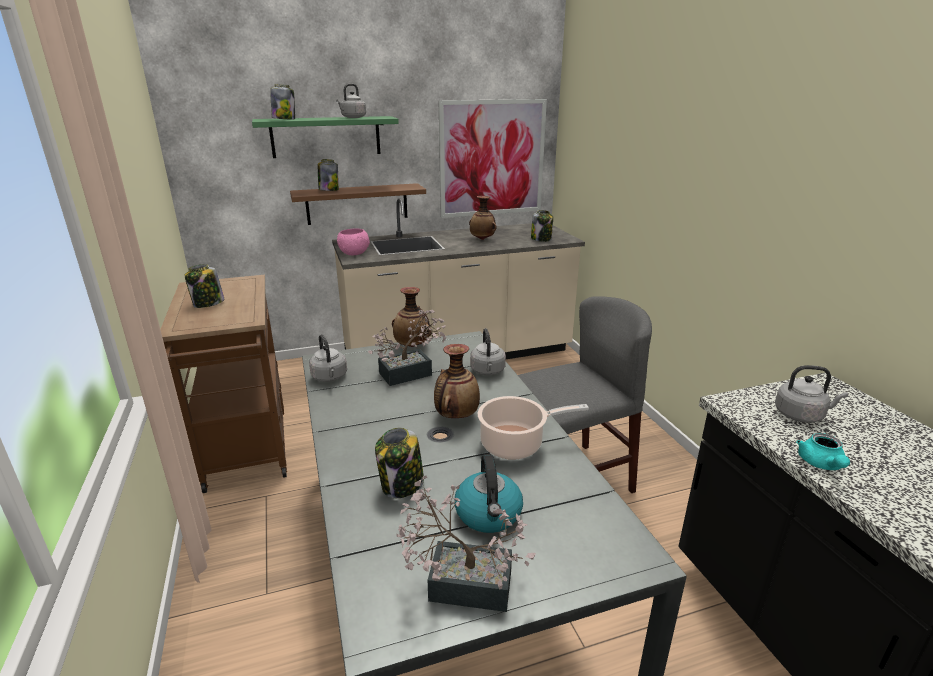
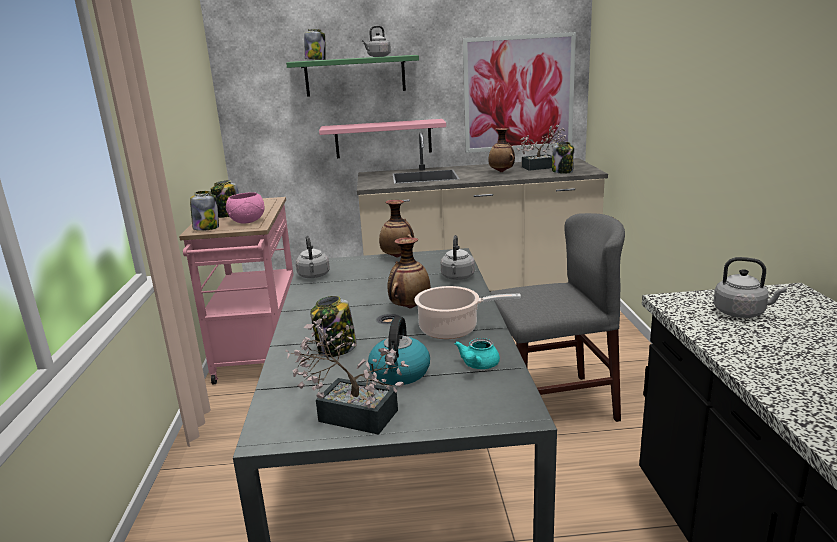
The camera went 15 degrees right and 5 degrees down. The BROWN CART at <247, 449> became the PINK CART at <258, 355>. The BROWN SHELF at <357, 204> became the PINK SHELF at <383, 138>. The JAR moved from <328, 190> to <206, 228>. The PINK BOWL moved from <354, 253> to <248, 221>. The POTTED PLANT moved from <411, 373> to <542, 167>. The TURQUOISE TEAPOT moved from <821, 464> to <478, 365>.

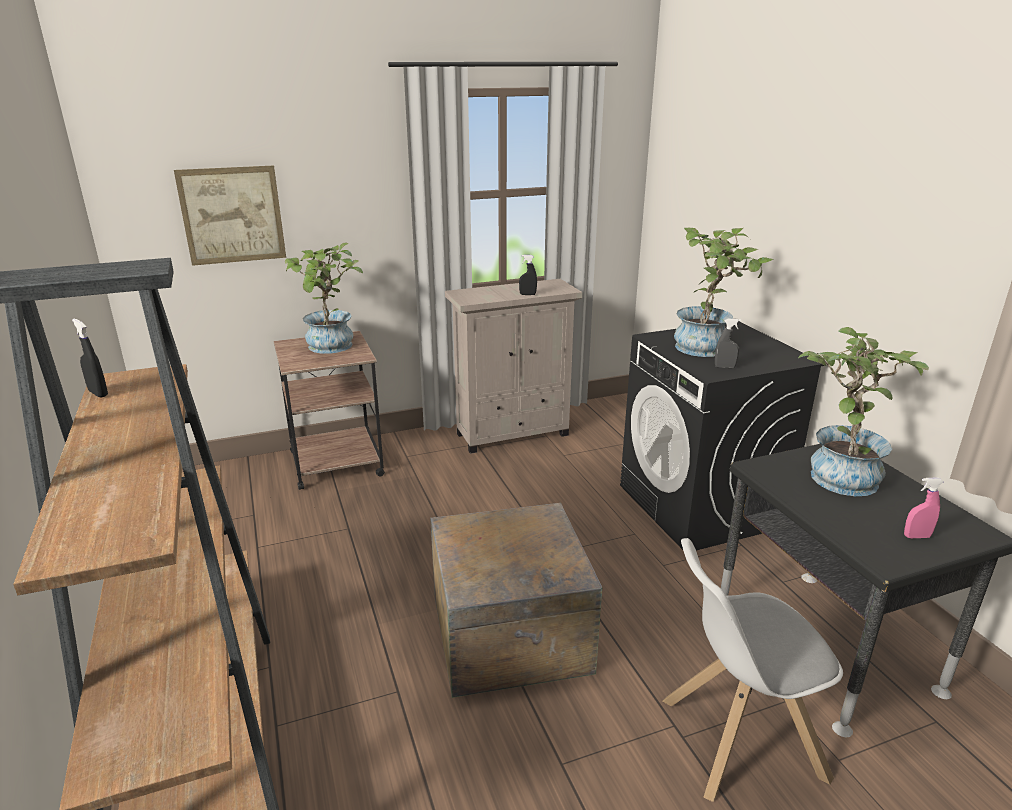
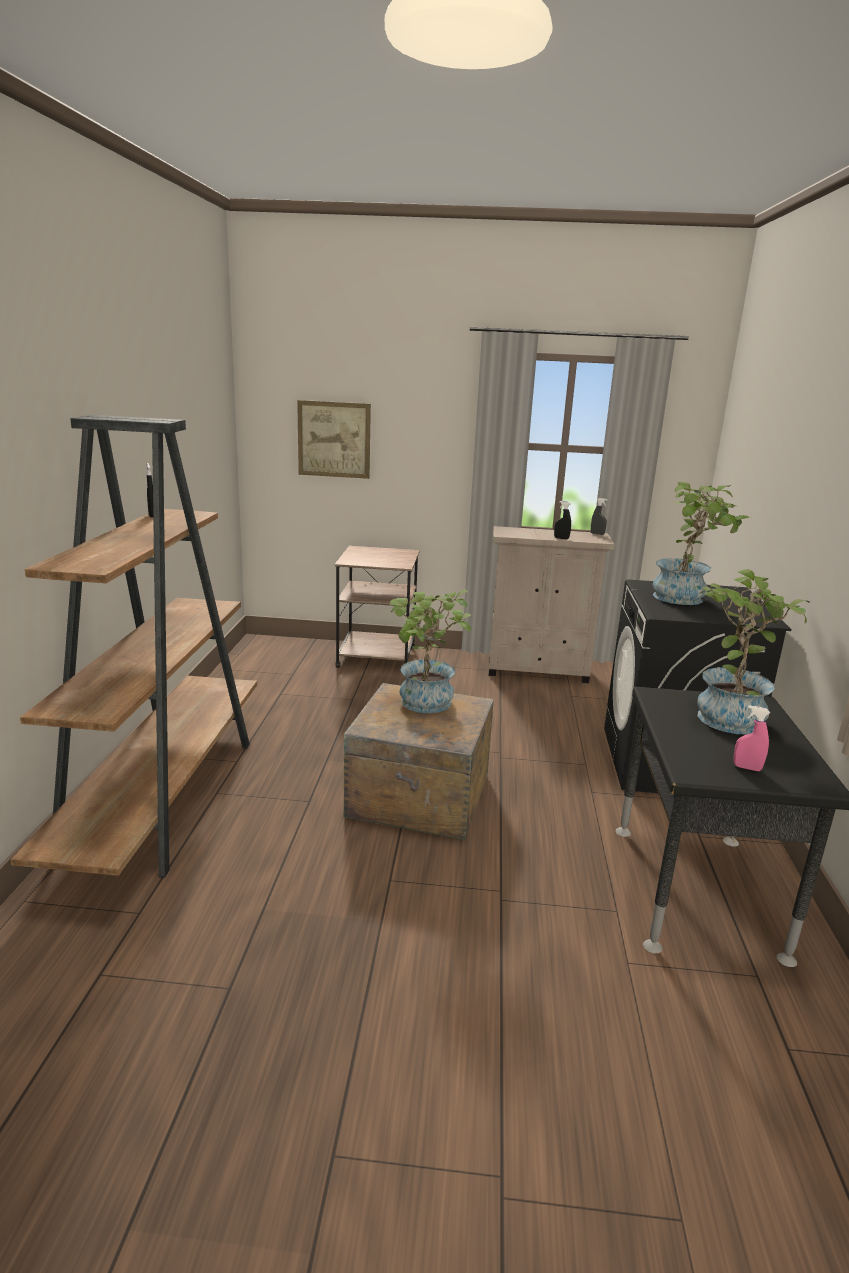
The camera went 25 degrees right and 5 degrees down. The POTTED PLANT moved from <331, 348> to <425, 705>. The CHAIR at <737, 738> disappeared. The GREY SPRAY BOTTLE moved from <725, 367> to <597, 534>.

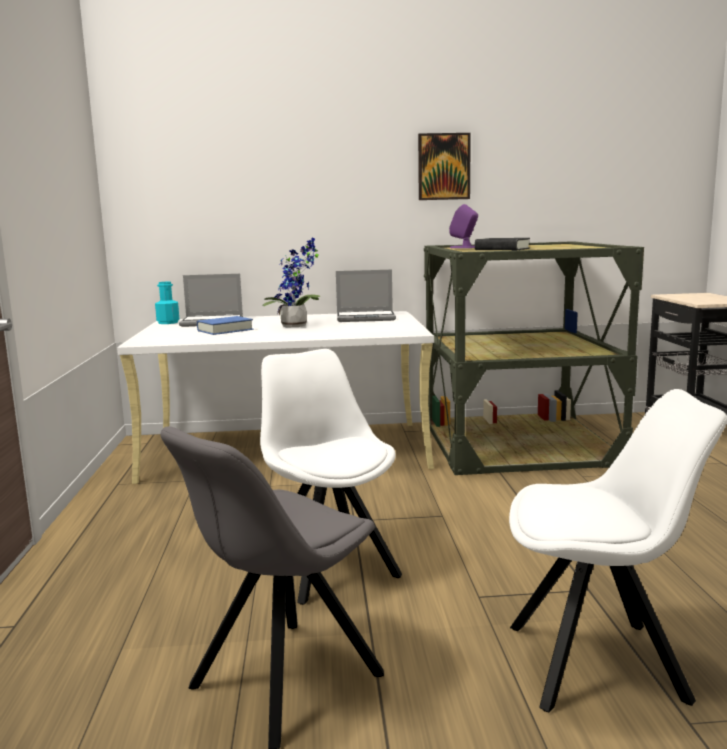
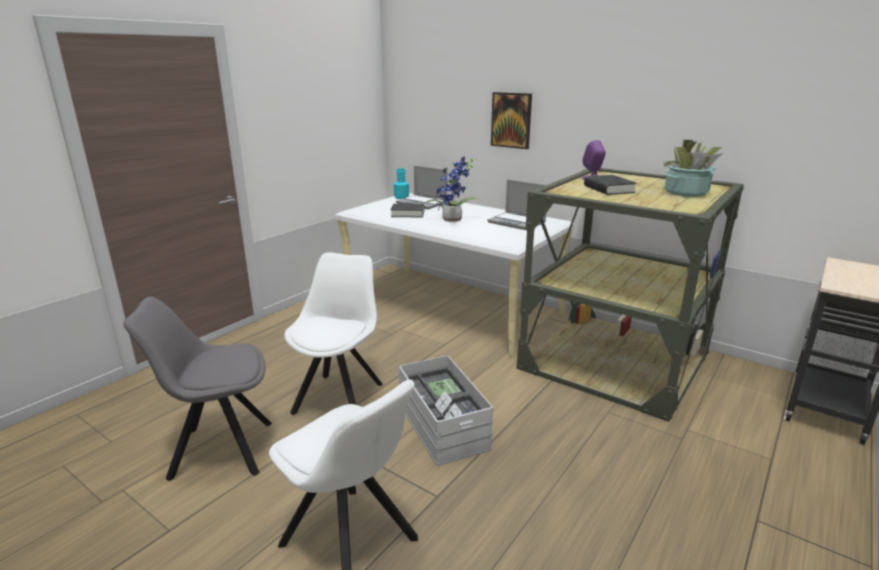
The camera went 40 degrees right and 10 degrees up. The BLUE BOOK at <225, 330> became the BLACK BOOK at <408, 214>. The PICTURE moved from <444, 166> to <511, 120>. The GREY STORAGE BOX at <444, 425> appeared. The POTTED PLANT at <686, 192> appeared.

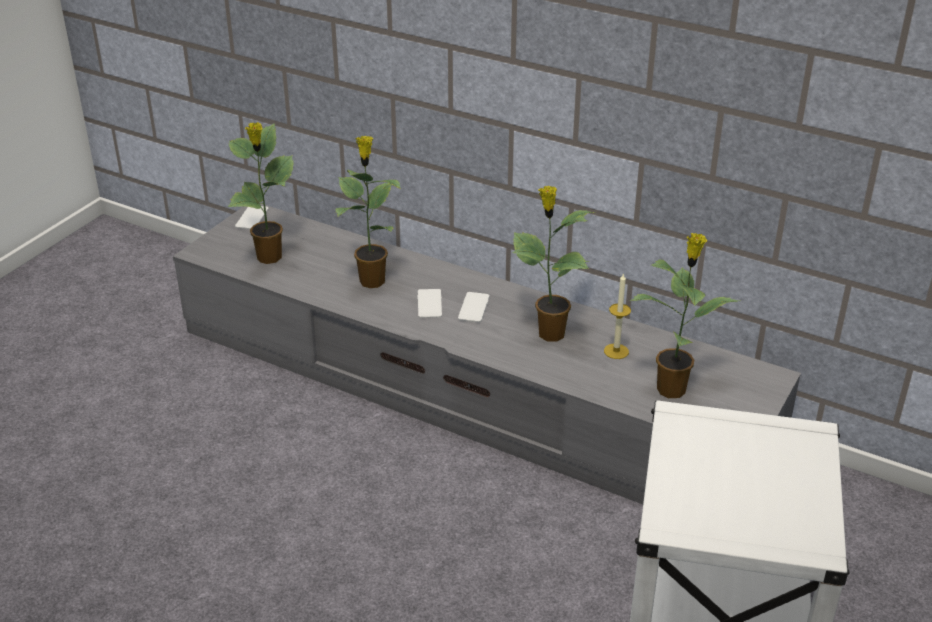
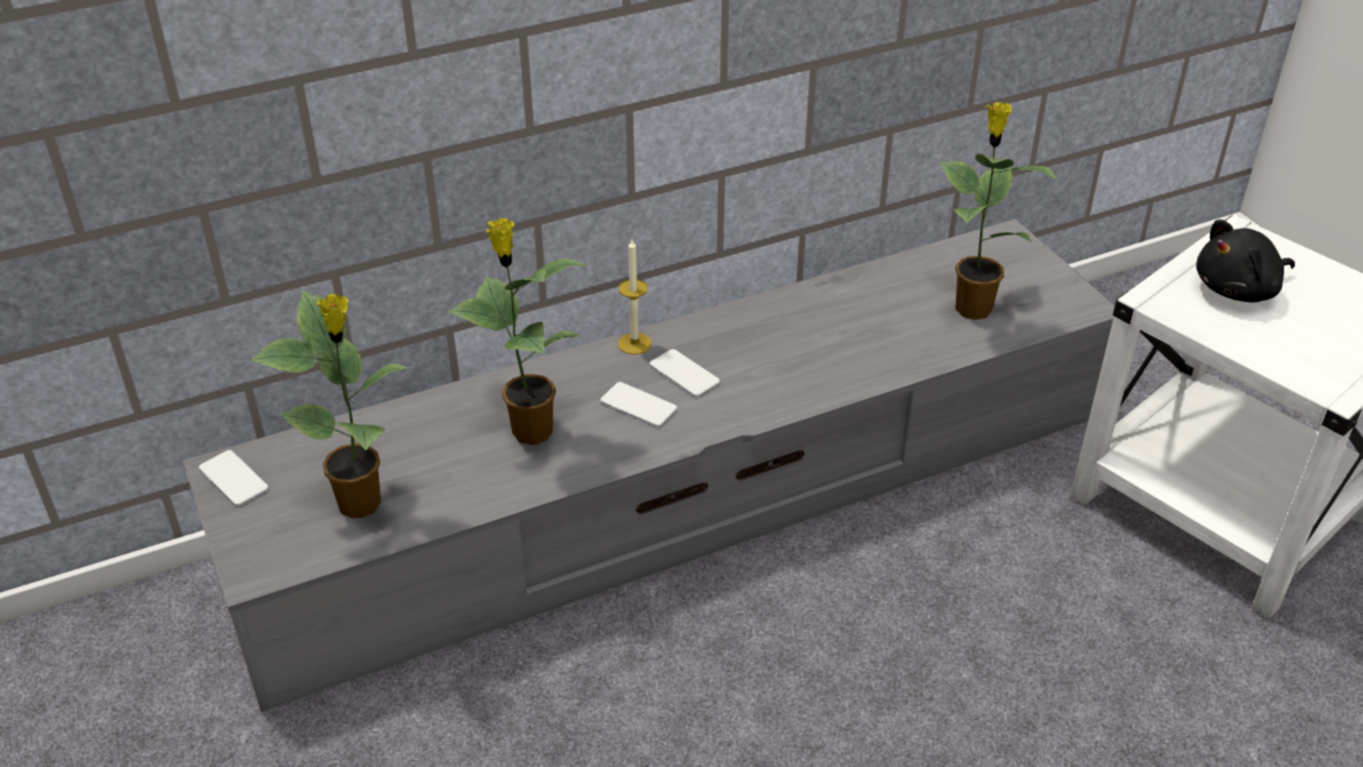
The camera went 55 degrees left and 5 degrees up. The POTTED PLANT at <549, 333> disappeared. The CANDLE moved from <616, 351> to <634, 343>. The BLACK PLUSH TOY at <1238, 290> appeared.

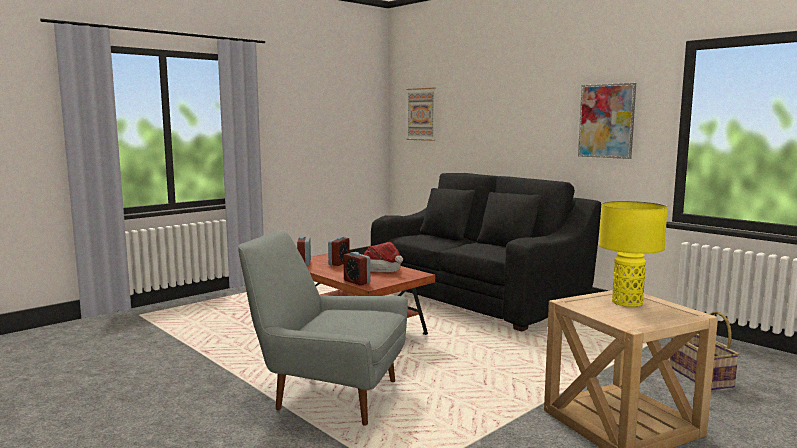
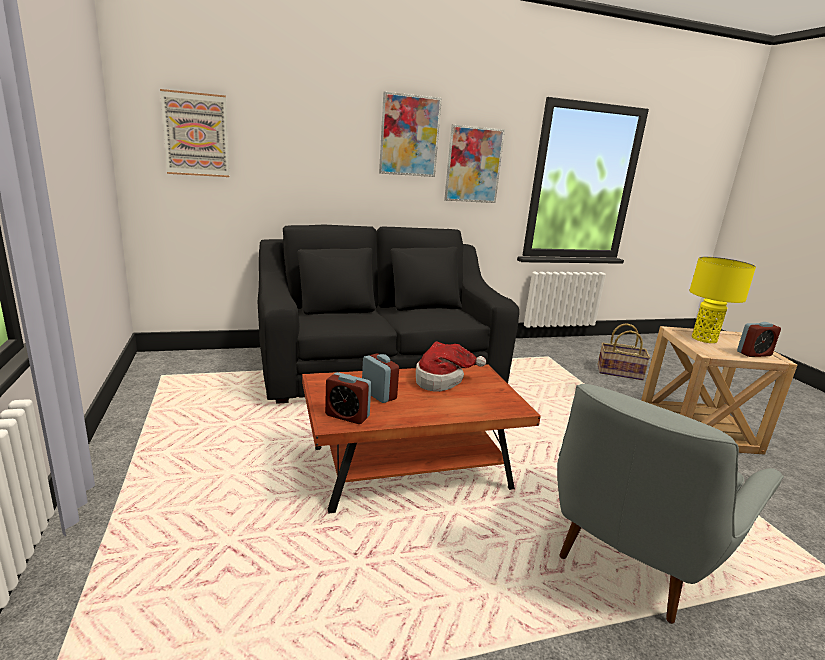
The camera went 65 degrees left and 10 degrees up. The ALARM CLOCK moved from <357, 282> to <754, 354>. The PICTURE at <409, 136> appeared.

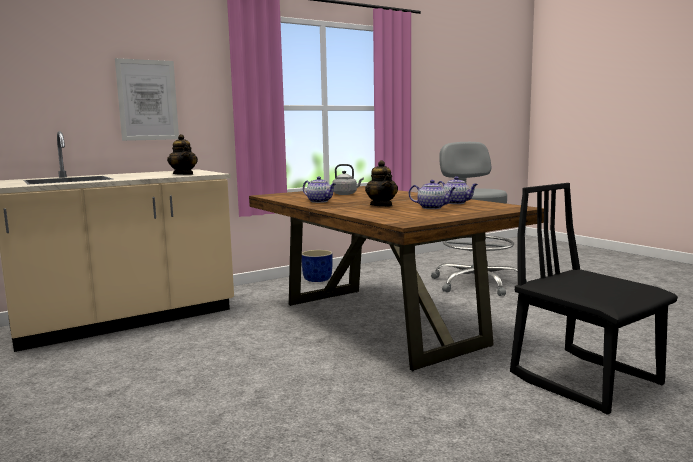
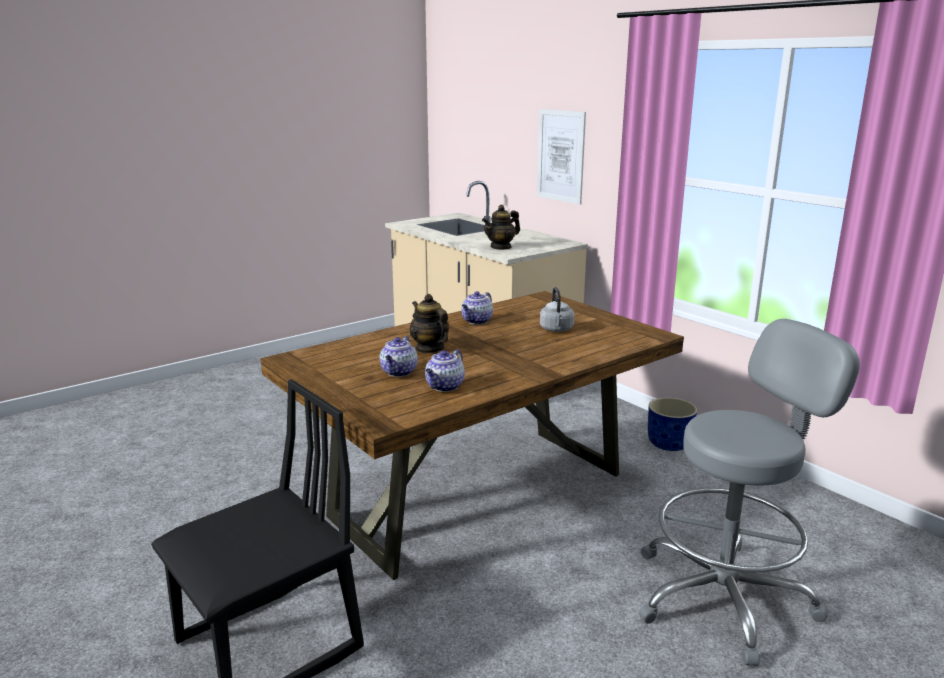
The camera went 85 degrees right and 10 degrees up. The TEAPOT at <381, 205> turned 75 degrees clockwise.

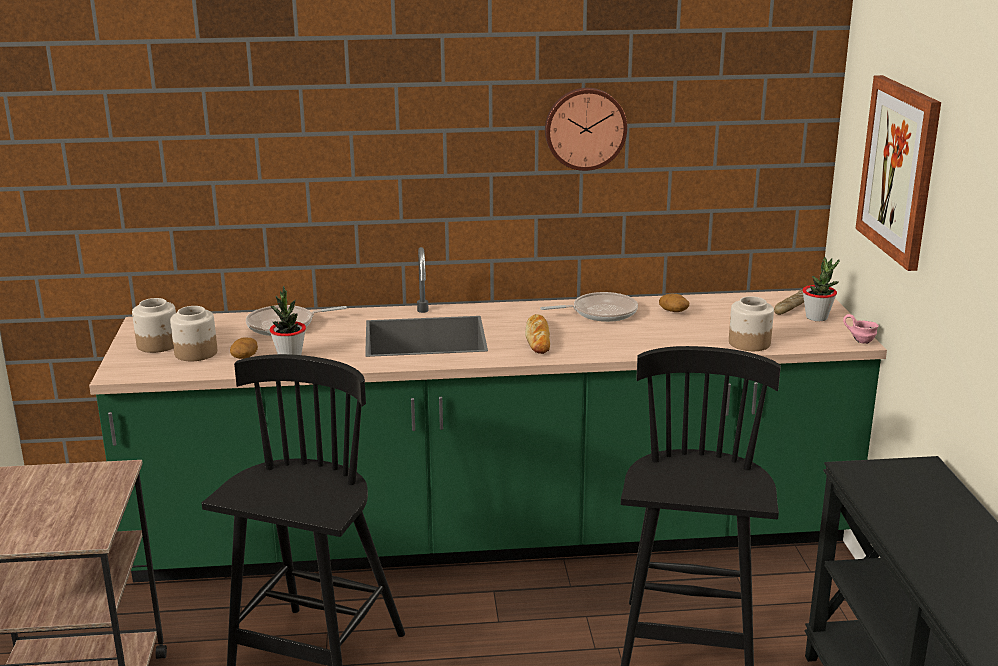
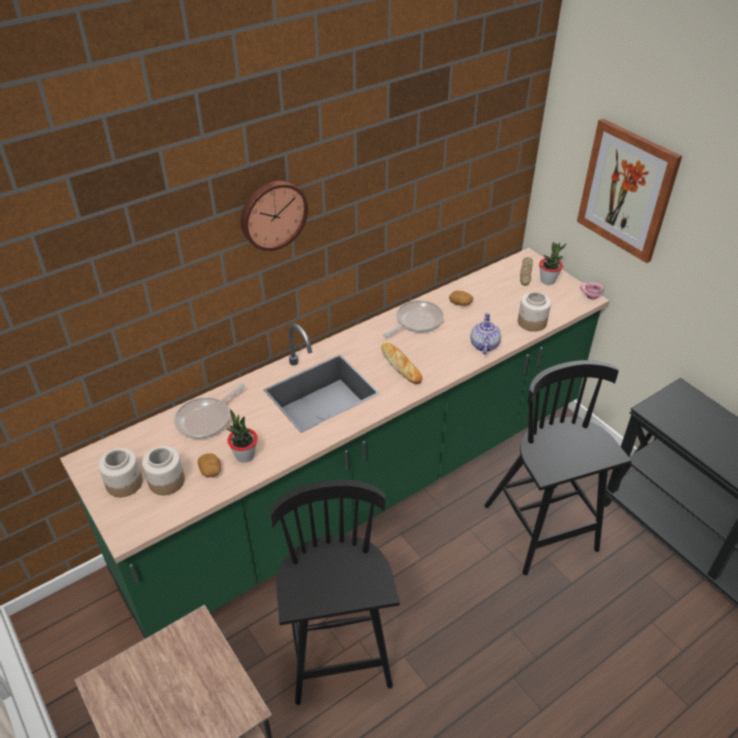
The camera went 30 degrees left and 20 degrees up. The WALL CLOCK moved from <585, 128> to <272, 214>. The TEAPOT at <484, 345> appeared.

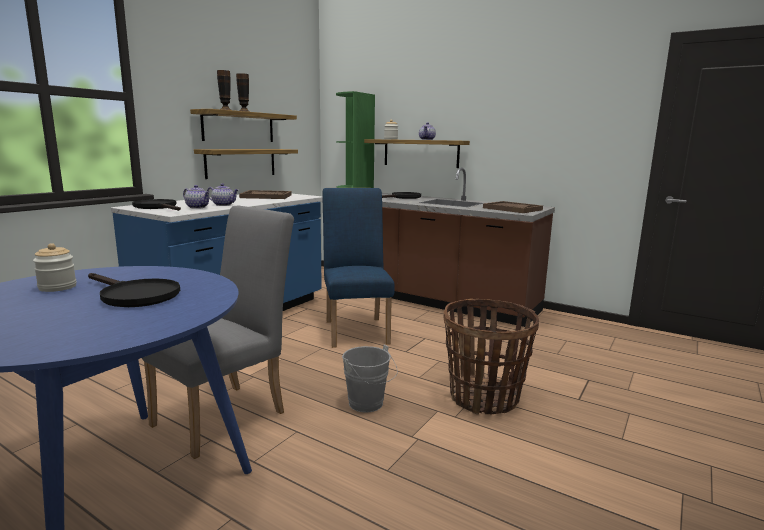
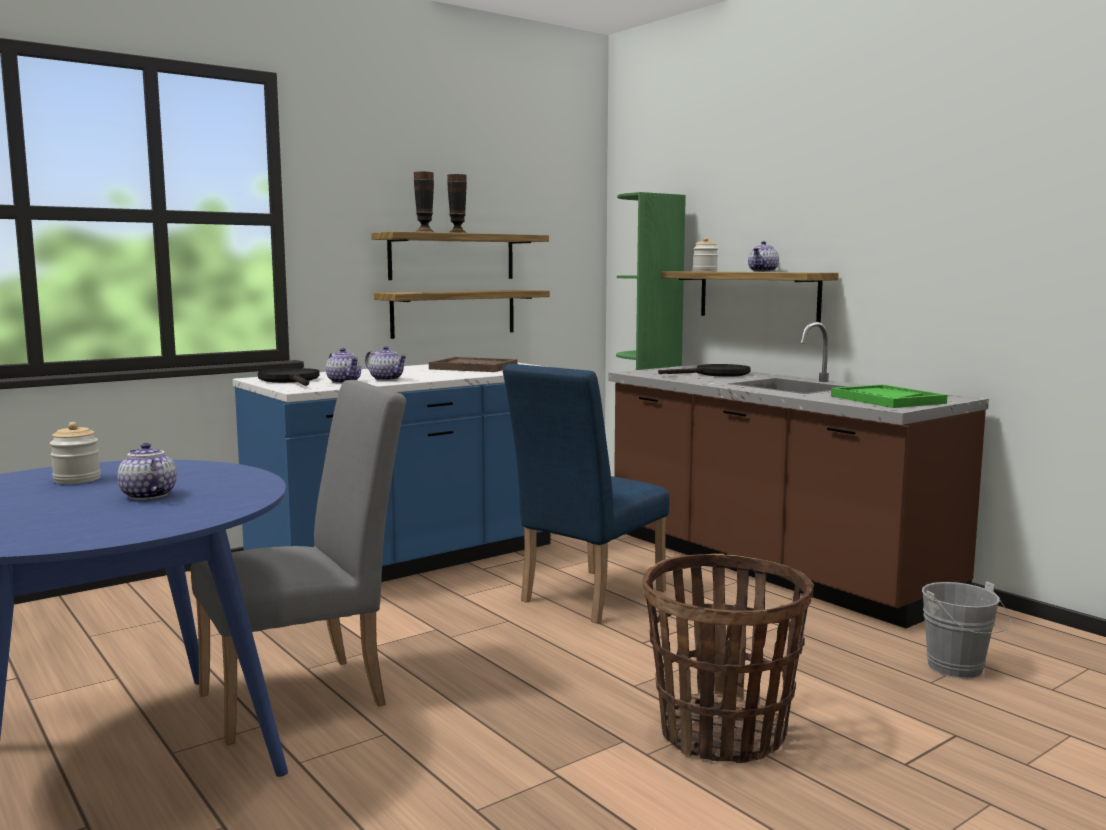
The camera went 20 degrees right and 5 degrees down. The BLACK FRYING PAN at <134, 295> was replaced by the TEAPOT at <147, 496>. The BLUE CHAIR at <356, 329> turned 150 degrees counterclockwise. The GREY BUCKET moved from <368, 405> to <959, 670>. The BROWN TRAY at <512, 209> became the GREEN TRAY at <886, 400>.

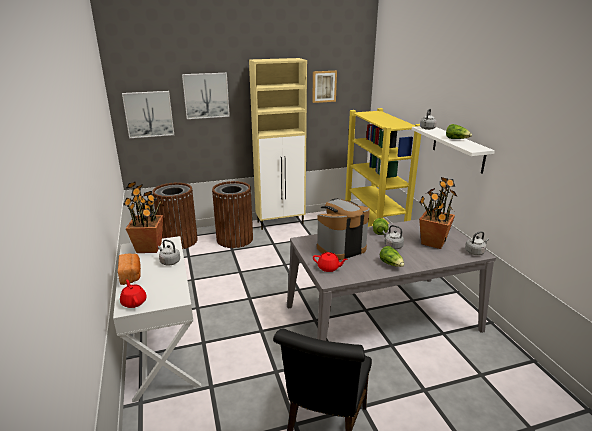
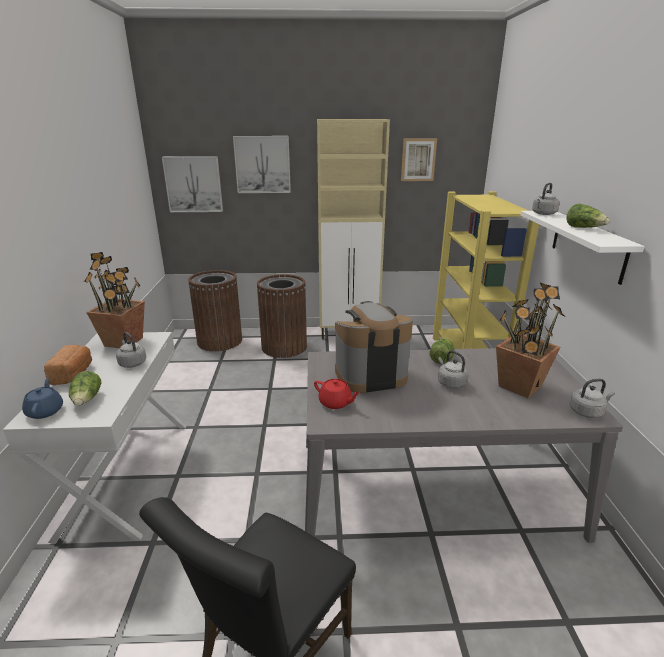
The camera went 15 degrees right and 0 degrees up. The RED TEAPOT at <134, 302> became the BLUE TEAPOT at <45, 411>. The LETTUCE moved from <391, 264> to <87, 399>.

